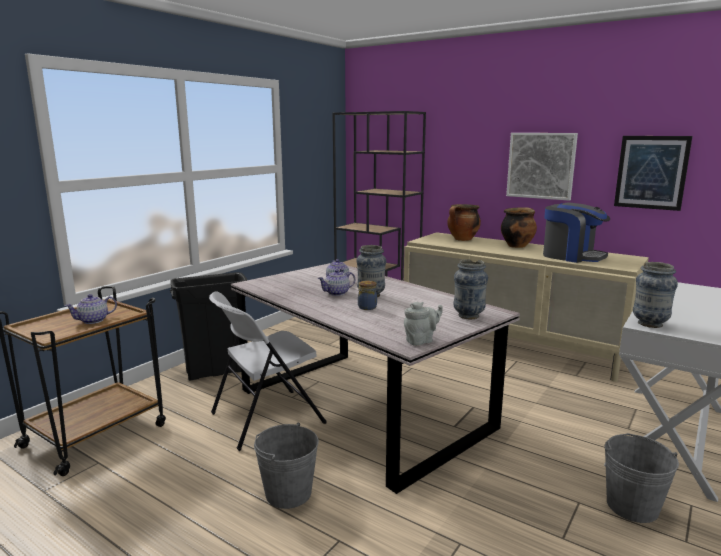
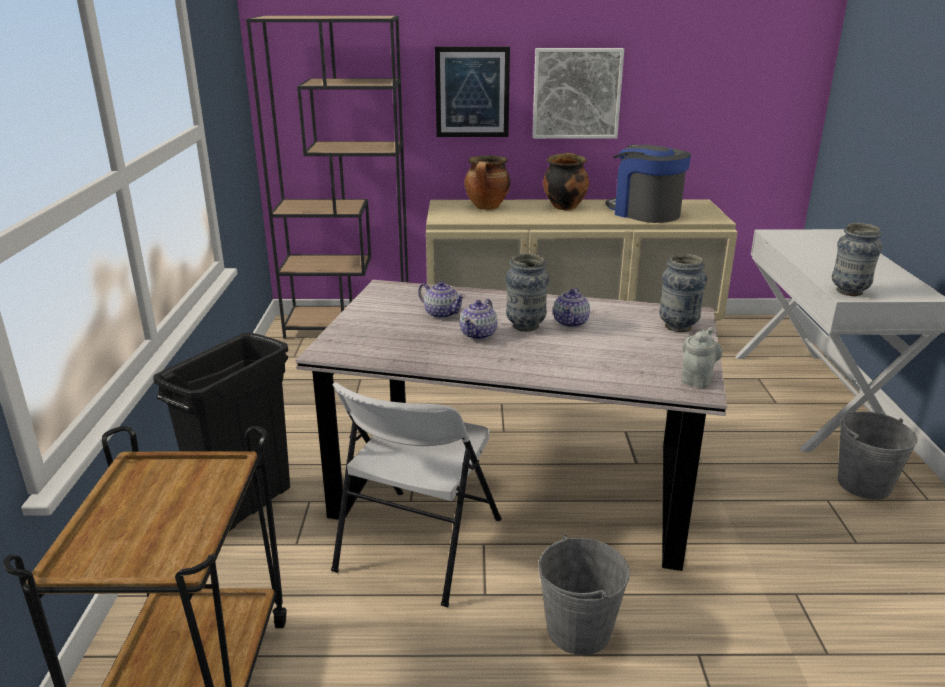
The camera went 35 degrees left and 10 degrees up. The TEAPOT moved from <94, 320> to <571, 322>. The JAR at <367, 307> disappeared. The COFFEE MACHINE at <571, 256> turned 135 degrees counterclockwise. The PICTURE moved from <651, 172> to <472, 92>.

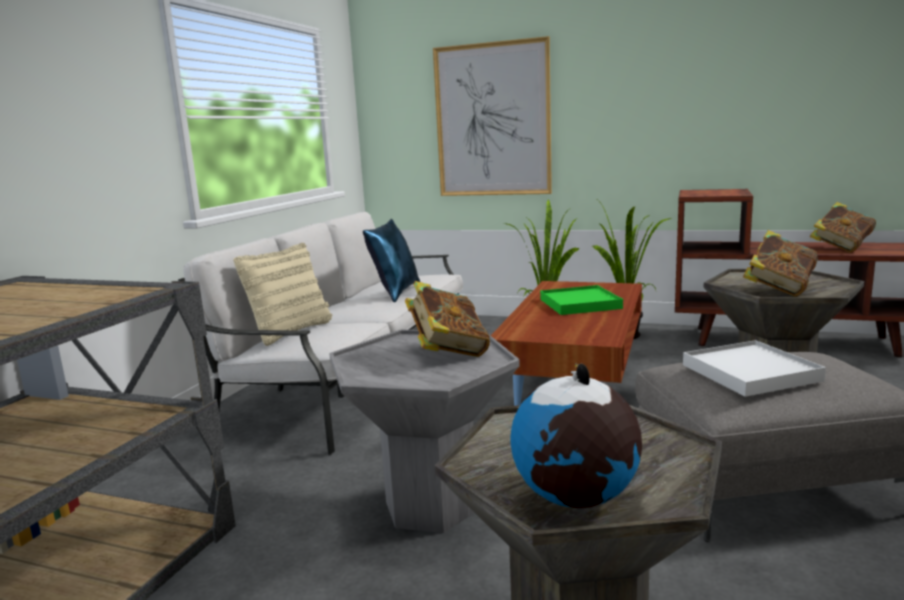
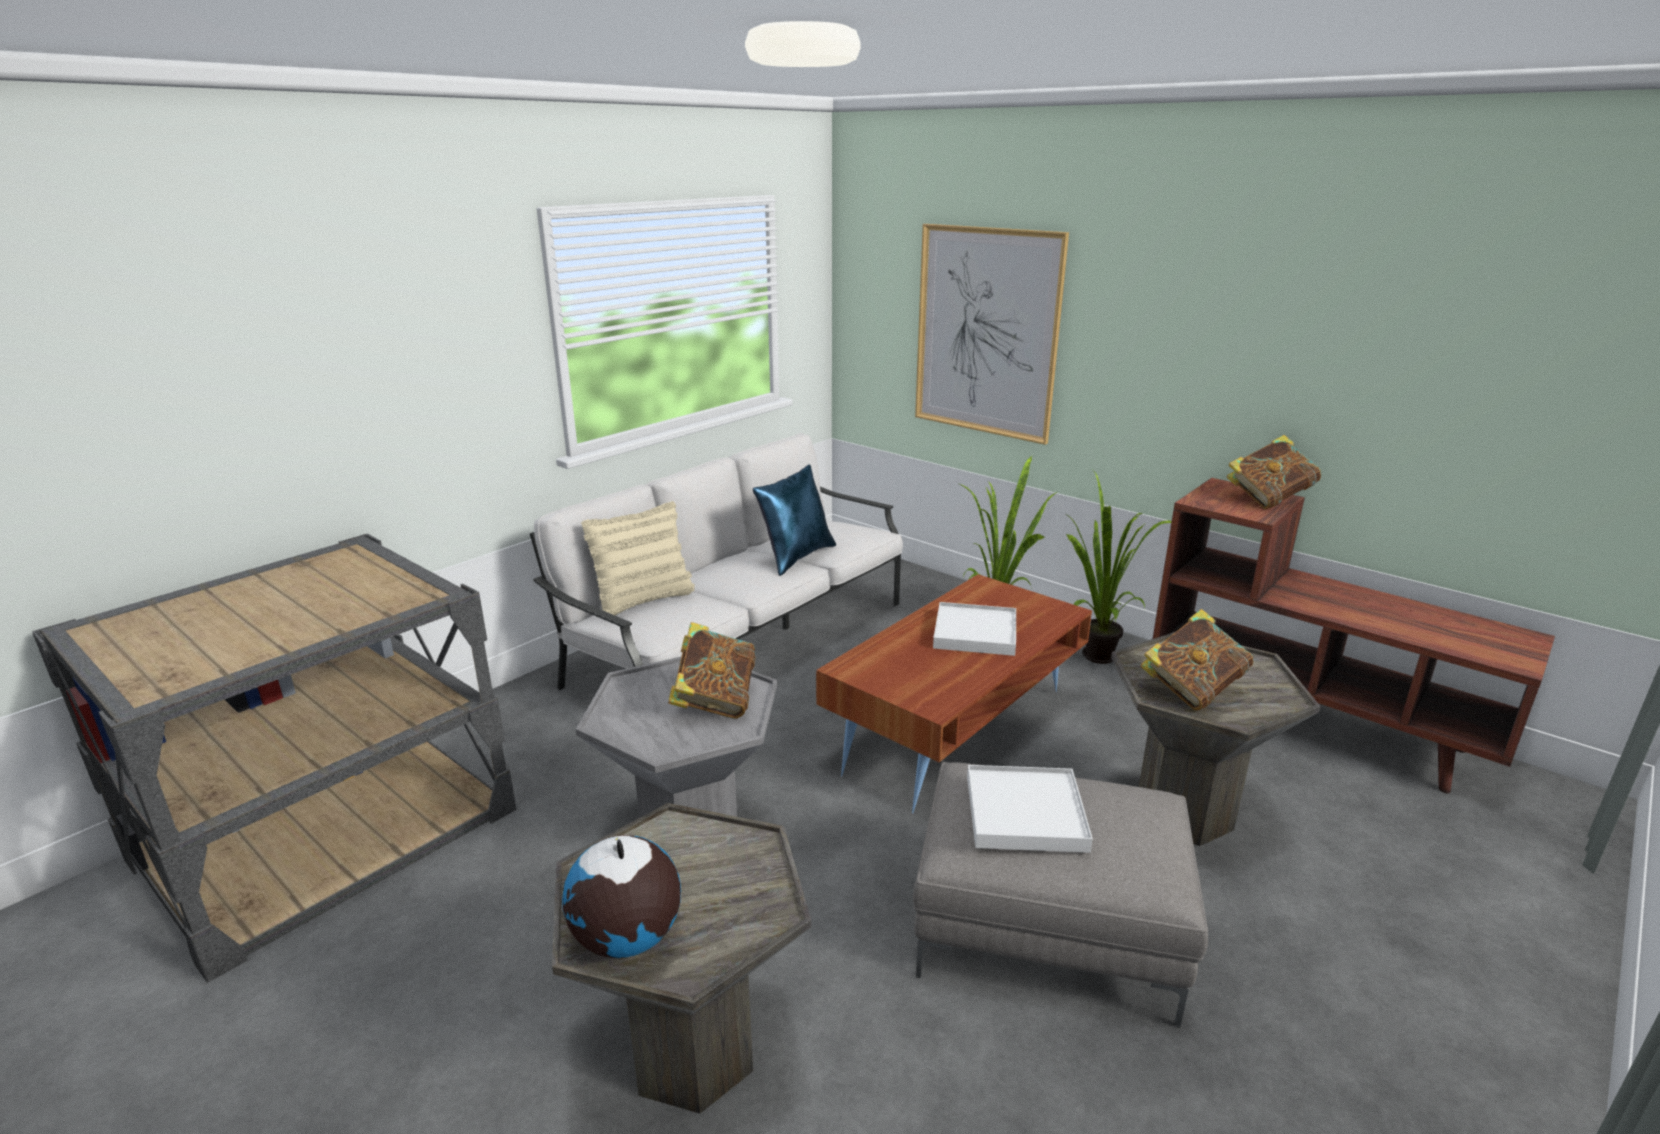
The camera went 20 degrees right and 10 degrees up. The GREEN TRAY at <580, 304> became the WHITE TRAY at <975, 633>. The BOOK moved from <841, 248> to <1268, 500>.

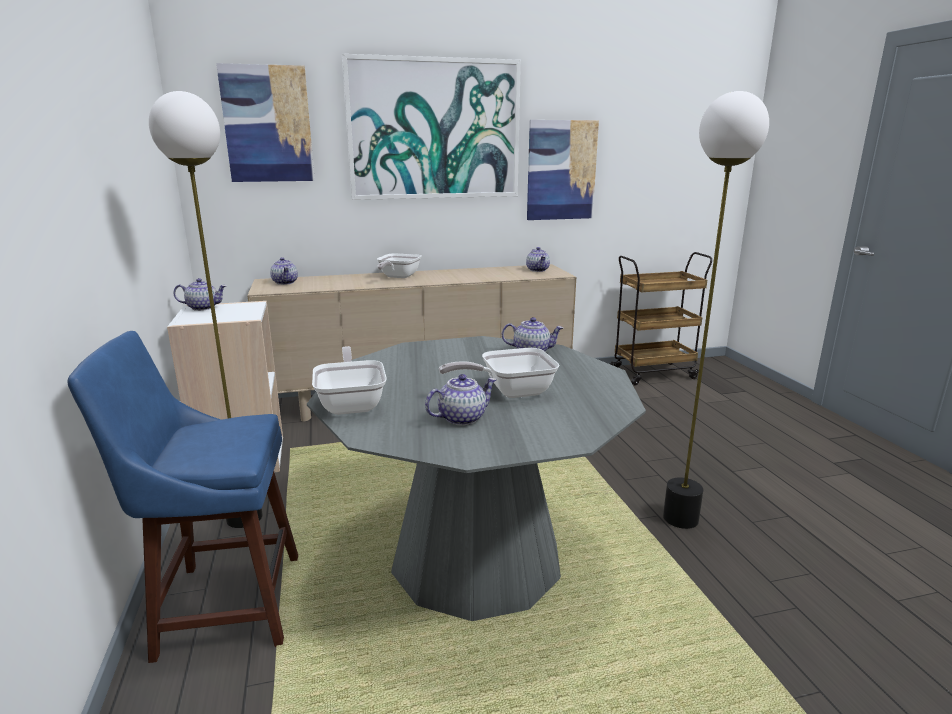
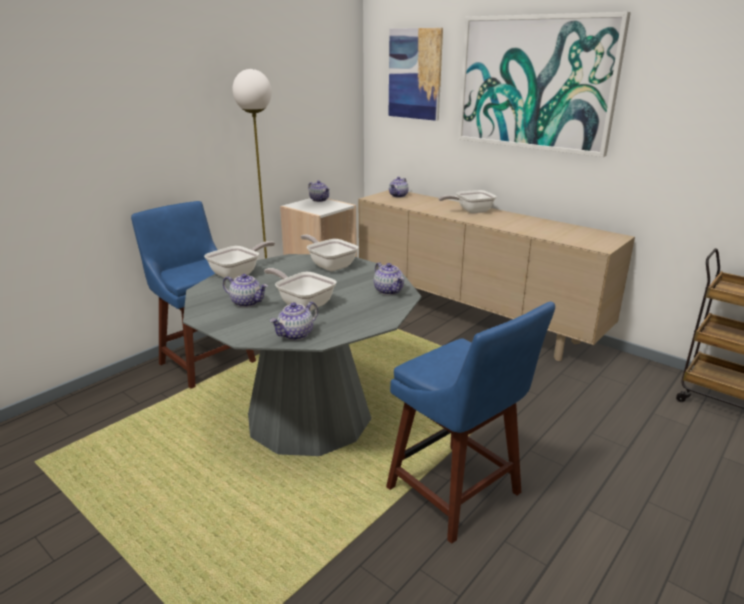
The camera went 55 degrees right and 5 degrees up. The TEAPOT moved from <538, 270> to <296, 334>. The PICTURE at <561, 170> disappeared. The FLOOR LAMP at <681, 518> was replaced by the BLUE CHAIR at <458, 494>. The FRYING PAN at <330, 265> appeared.

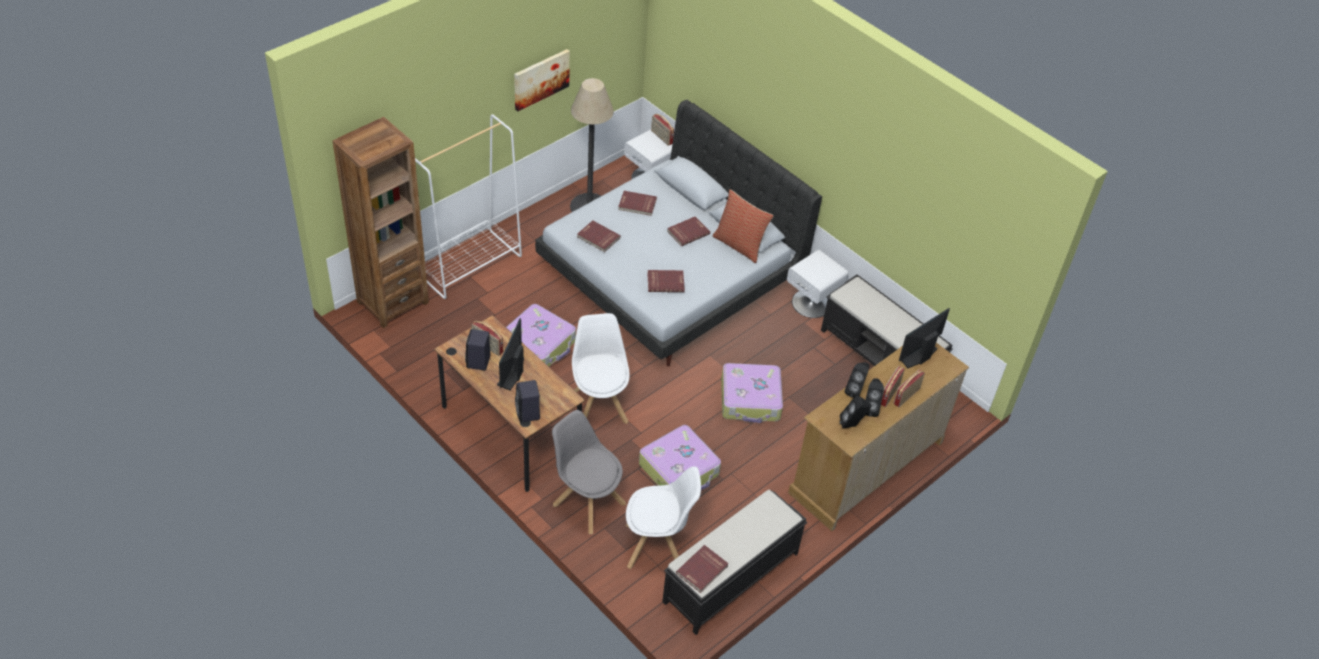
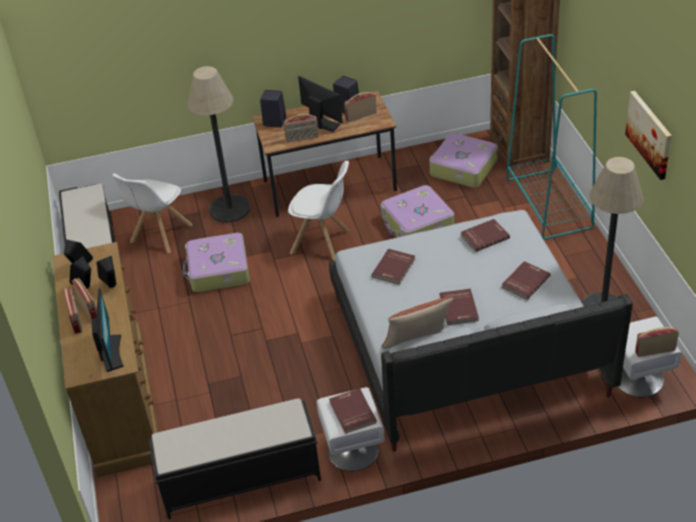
The camera went 125 degrees right and 5 degrees down. The WHITE CLOTHES RACK at <468, 264> became the TURQUOISE CLOTHES RACK at <548, 203>. The GREY CHAIR at <586, 502> was replaced by the FLOOR LAMP at <229, 209>. The RED BOOK moved from <702, 570> to <351, 412>. The SUITCASE moved from <751, 400> to <462, 168>. The RADIO at <302, 138> appeared.

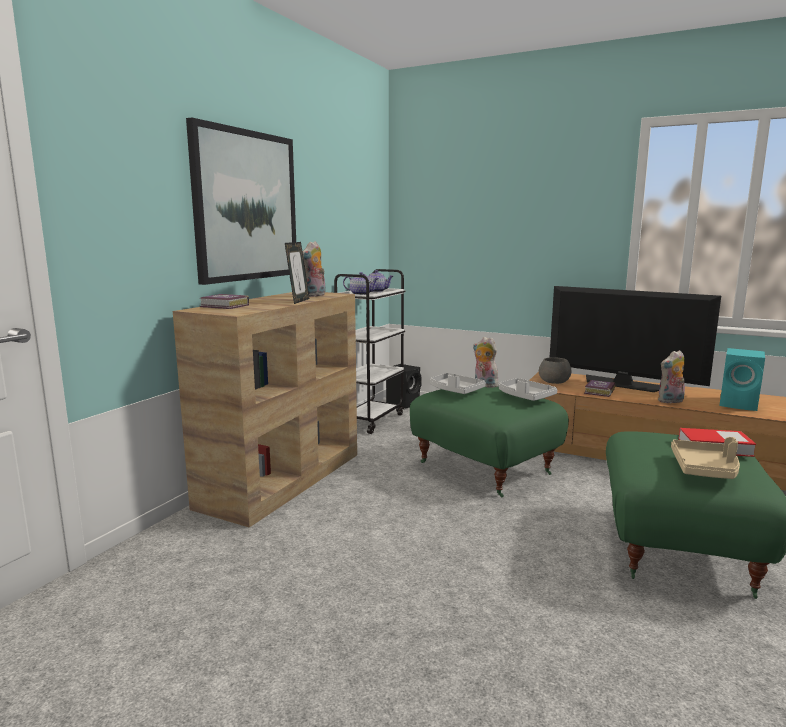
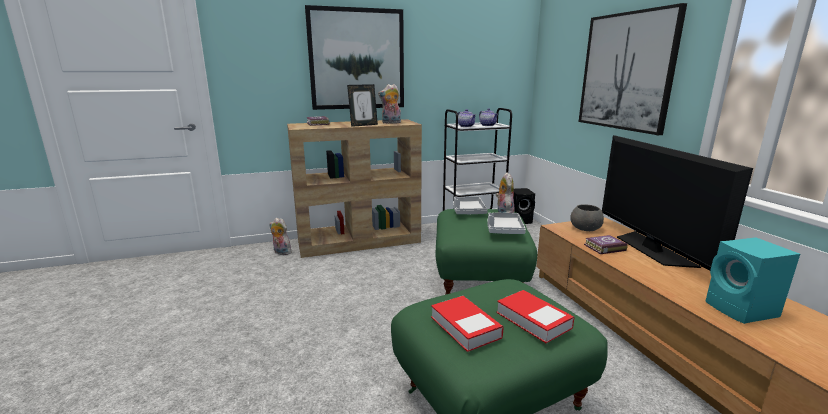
The camera went 45 degrees right and 5 degrees up. The PLUSH TOY moved from <670, 401> to <281, 252>. The BEIGE TRAY at <705, 469> was replaced by the BOOK at <465, 327>. The PICTURE at <626, 72> appeared.

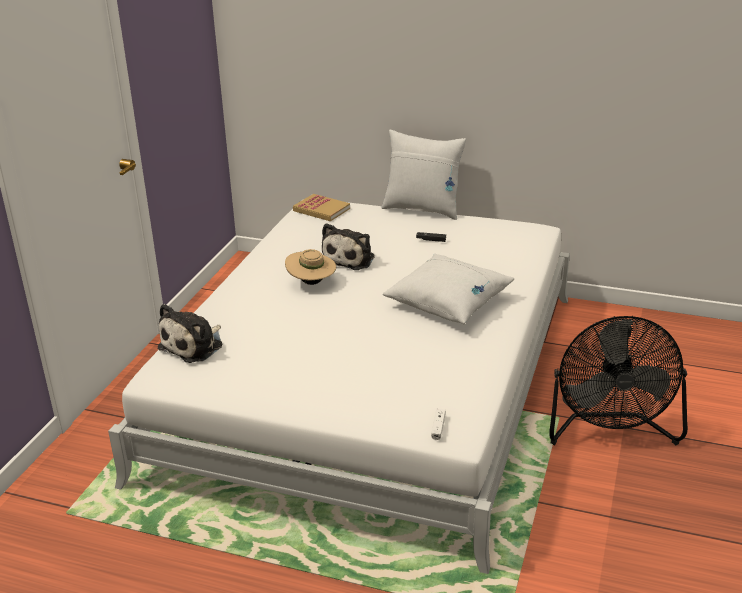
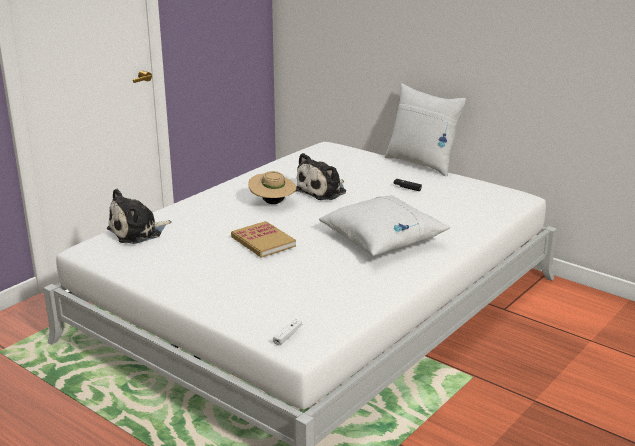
The camera went 20 degrees right and 5 degrees down. The BOOK moved from <321, 210> to <263, 242>. The BLACK FAN at <604, 427> disappeared.

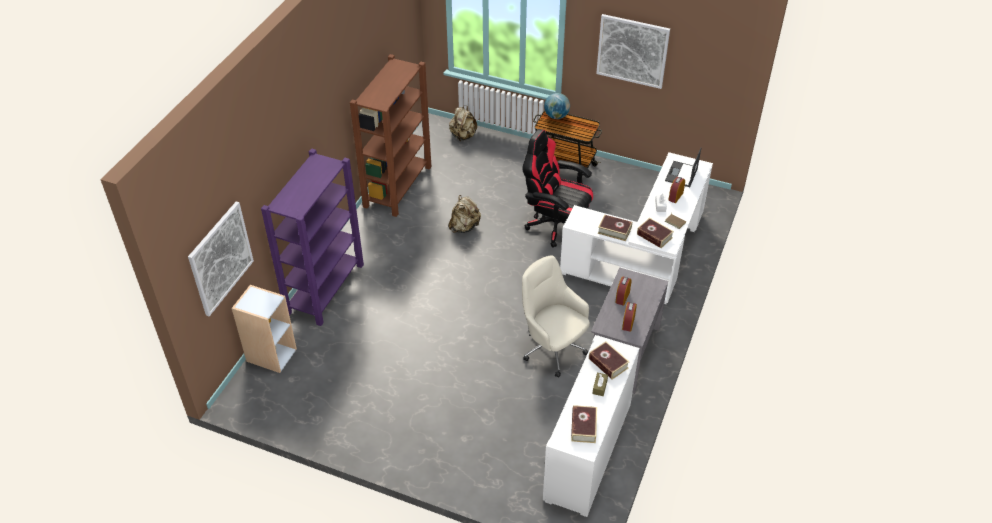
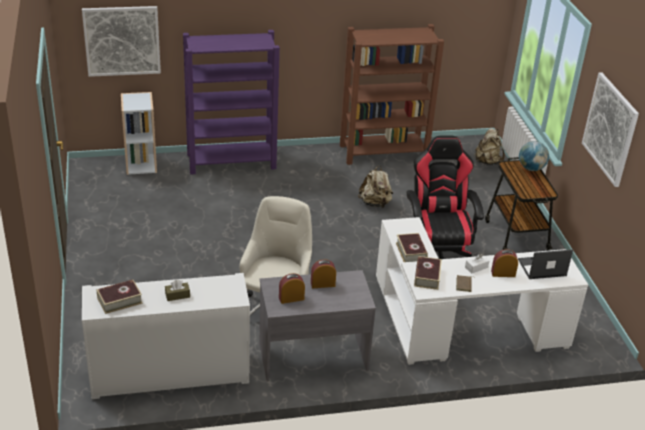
The camera went 55 degrees right and 10 degrees down. The BOOK at <608, 363> disappeared.

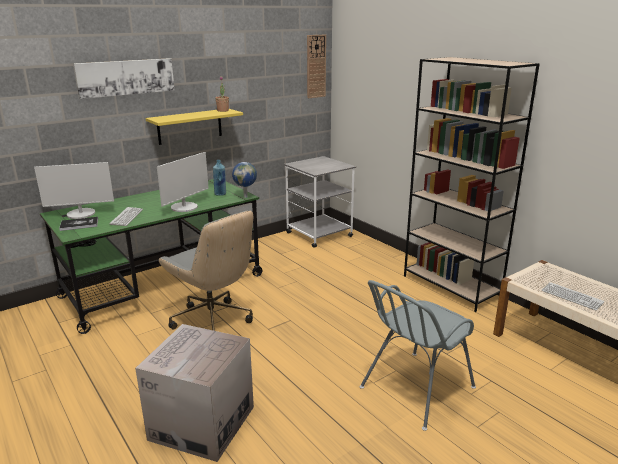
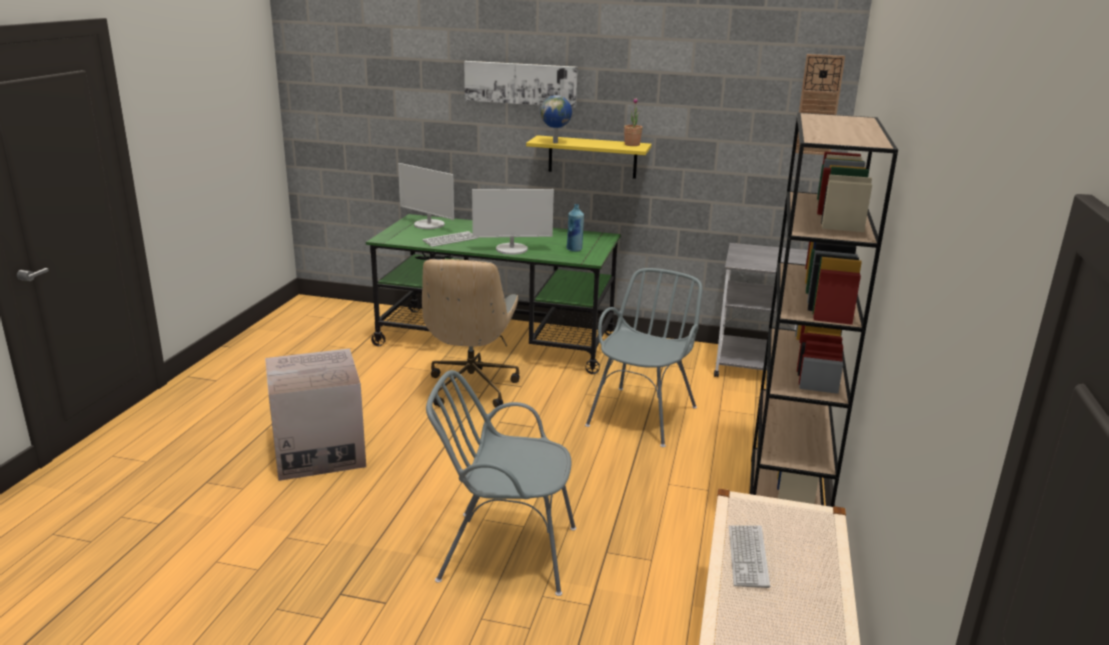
The camera went 50 degrees right and 0 degrees up. The BOOK at <79, 224> disappeared. The GLOBE moved from <246, 196> to <556, 142>. The GREY CHAIR at <643, 413> appeared.

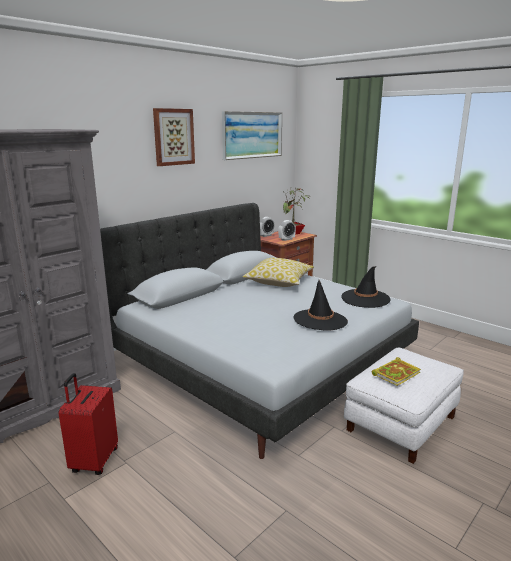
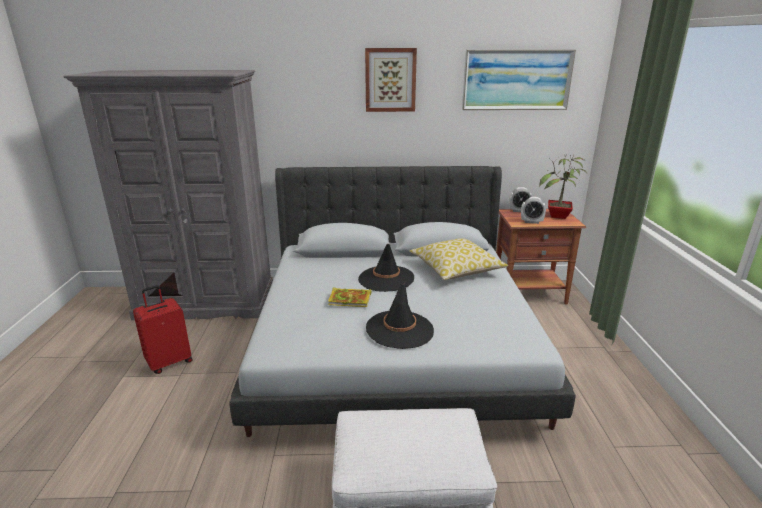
The camera went 45 degrees right and 5 degrees up. The BLACK HAT moved from <365, 298> to <386, 279>. The BOOK moved from <396, 373> to <351, 299>.

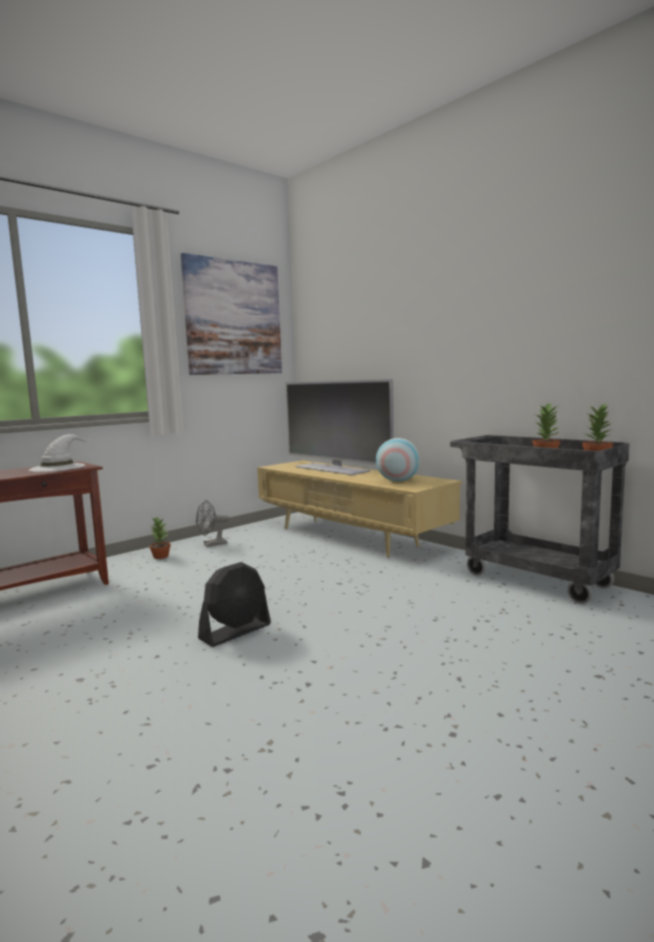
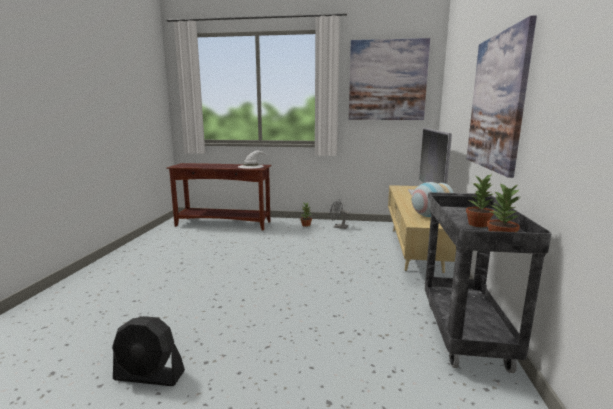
The camera went 50 degrees right and 5 degrees up. The BLACK FAN moved from <236, 631> to <149, 376>. The PICTURE at <496, 102> appeared.

